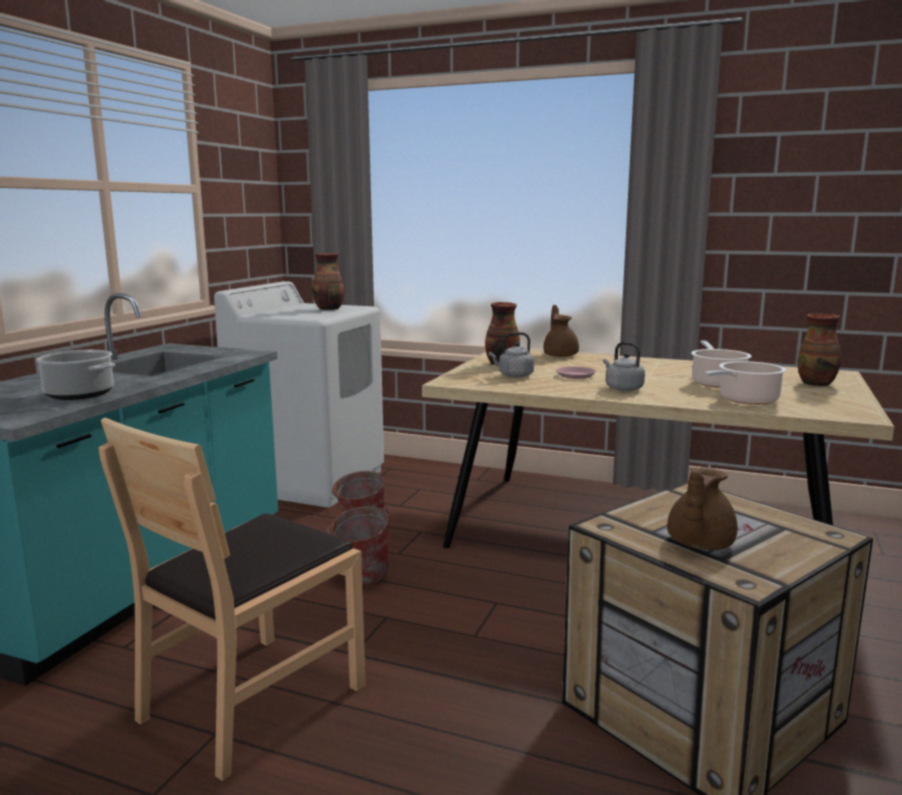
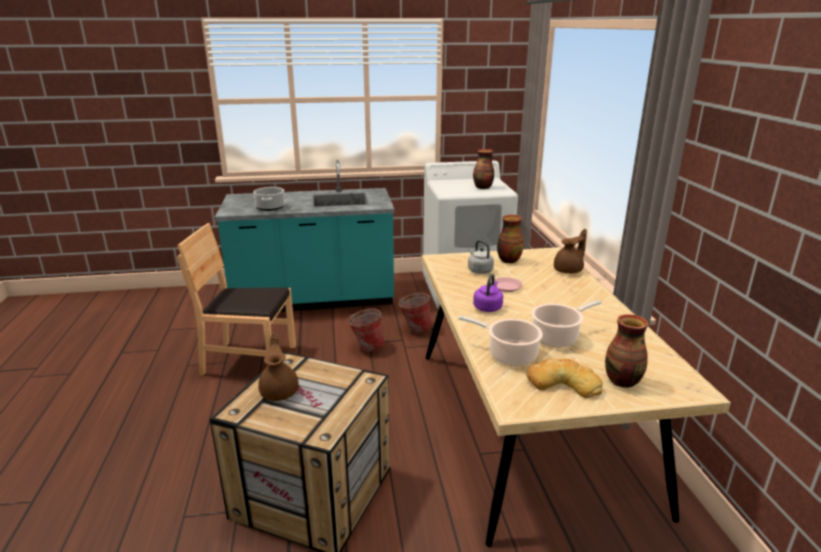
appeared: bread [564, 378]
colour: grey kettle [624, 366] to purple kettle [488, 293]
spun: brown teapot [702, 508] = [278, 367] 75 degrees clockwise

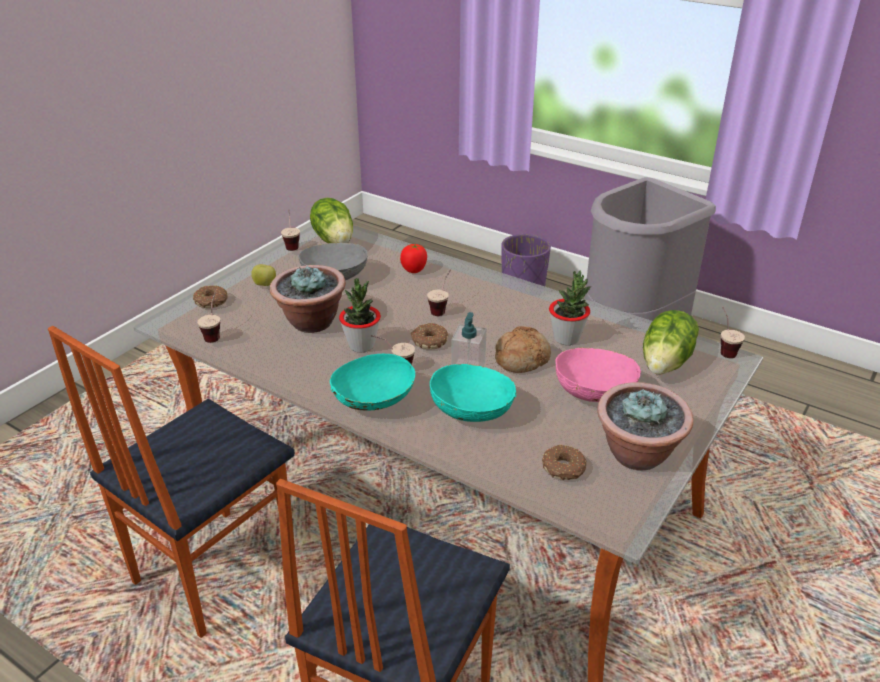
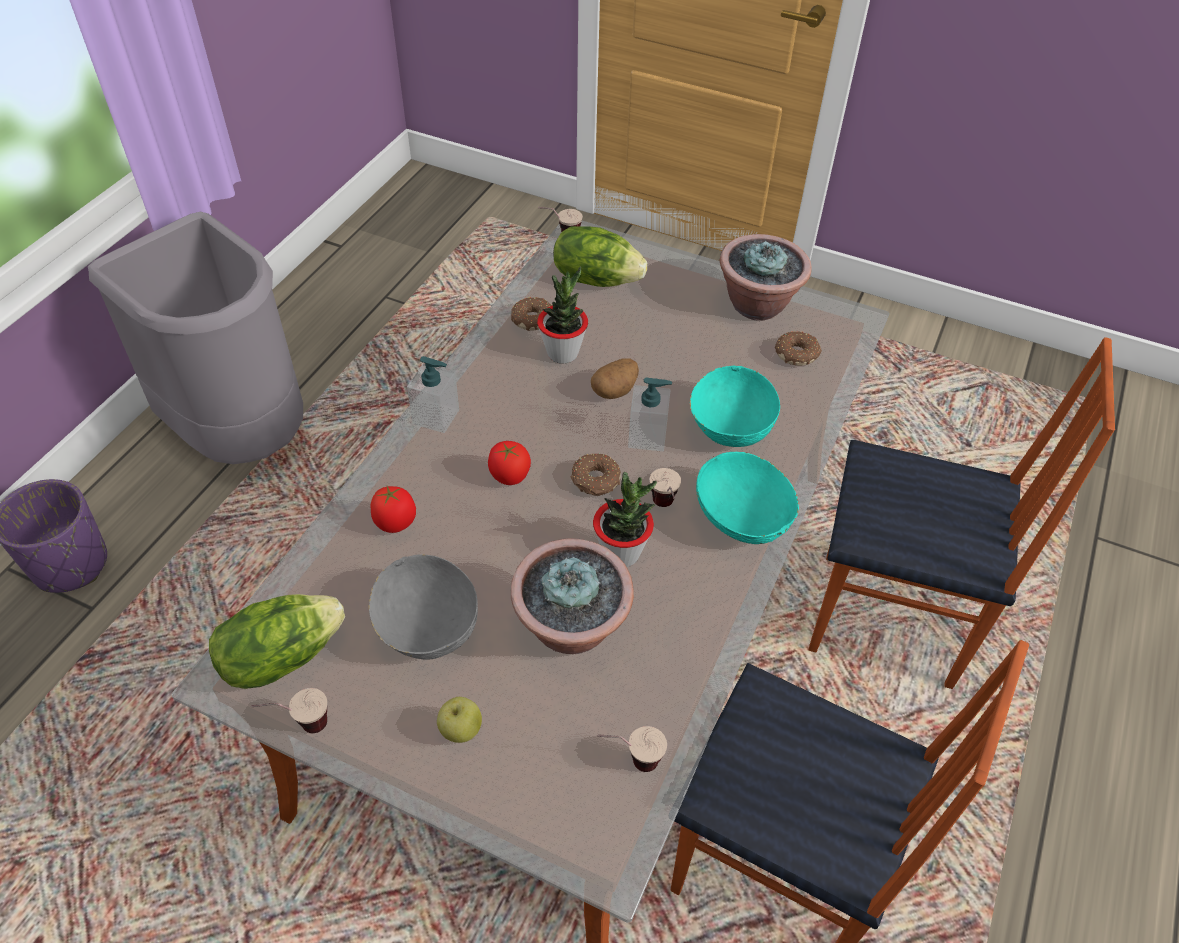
missing: pink bowl [598, 374]
appeared: soap dispenser [433, 394]
relocated: donut [210, 296] to [531, 314]
exchanged: cup [439, 293] to tomato [509, 463]; bread [523, 349] to potato [615, 378]

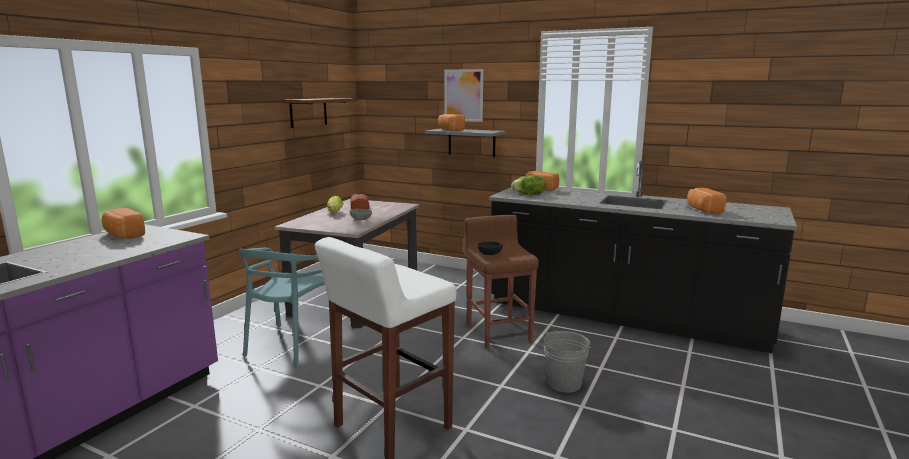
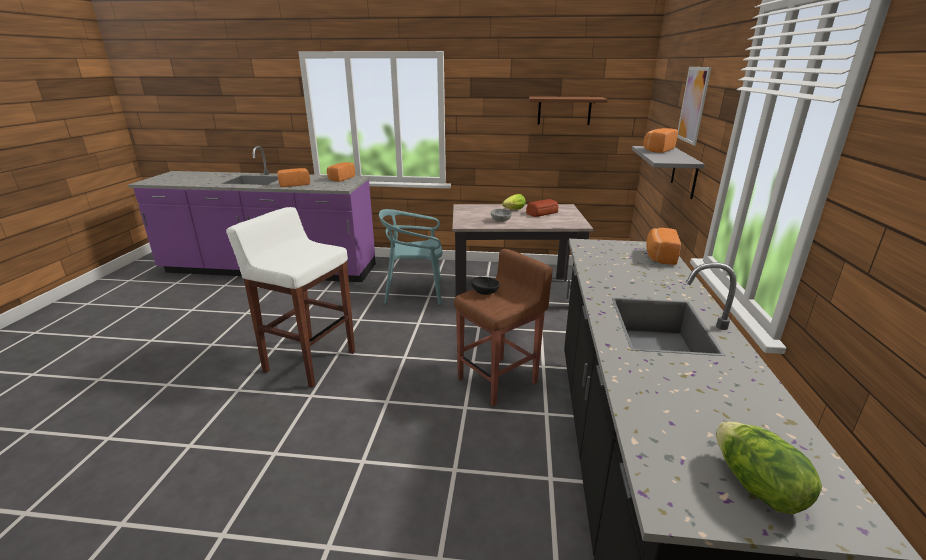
missing: grey bucket [567, 362]
relocated: lettuce [528, 185] to [769, 467]; bread [706, 200] to [293, 177]

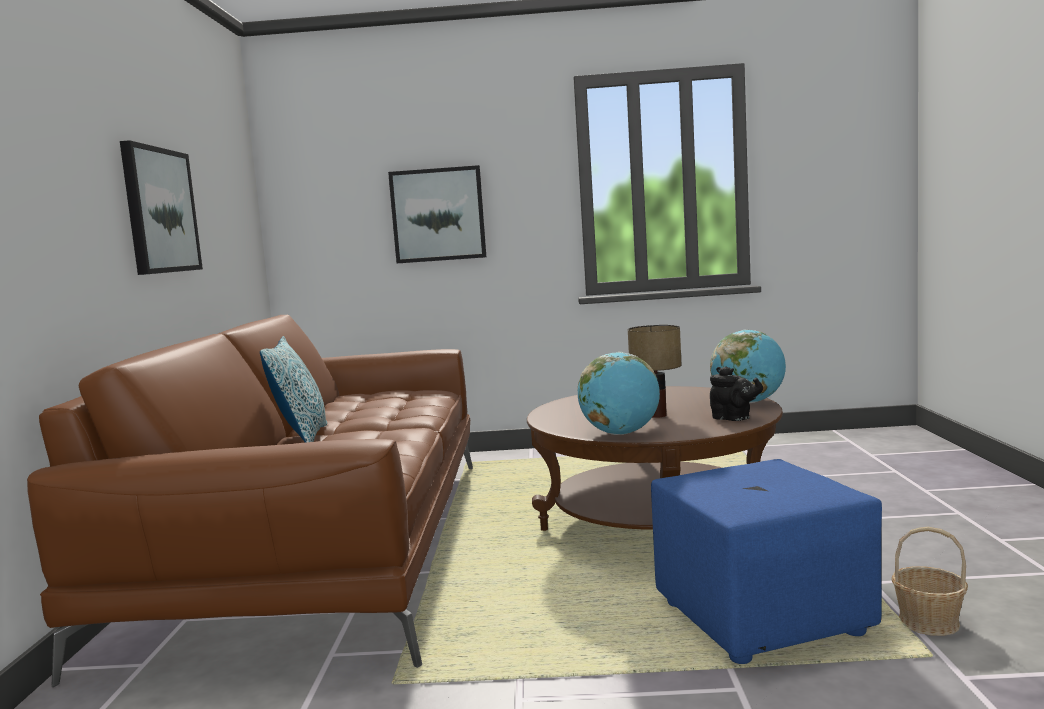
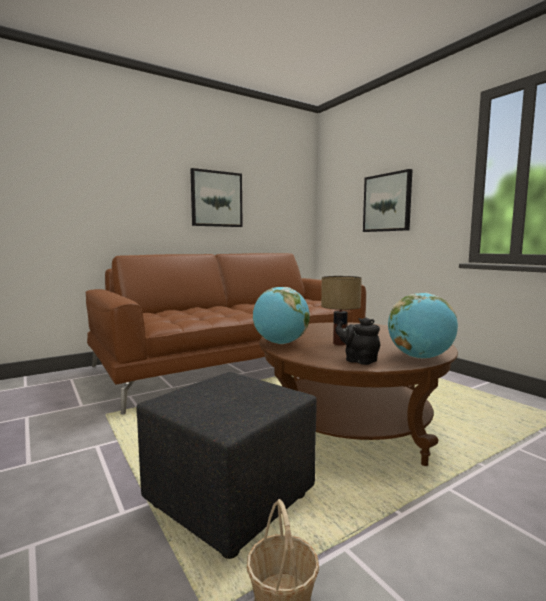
missing: pillow [293, 389]
colour: blue ottoman [766, 561] to black ottoman [226, 465]
spun: black teapot [736, 394] = [357, 341] 120 degrees clockwise

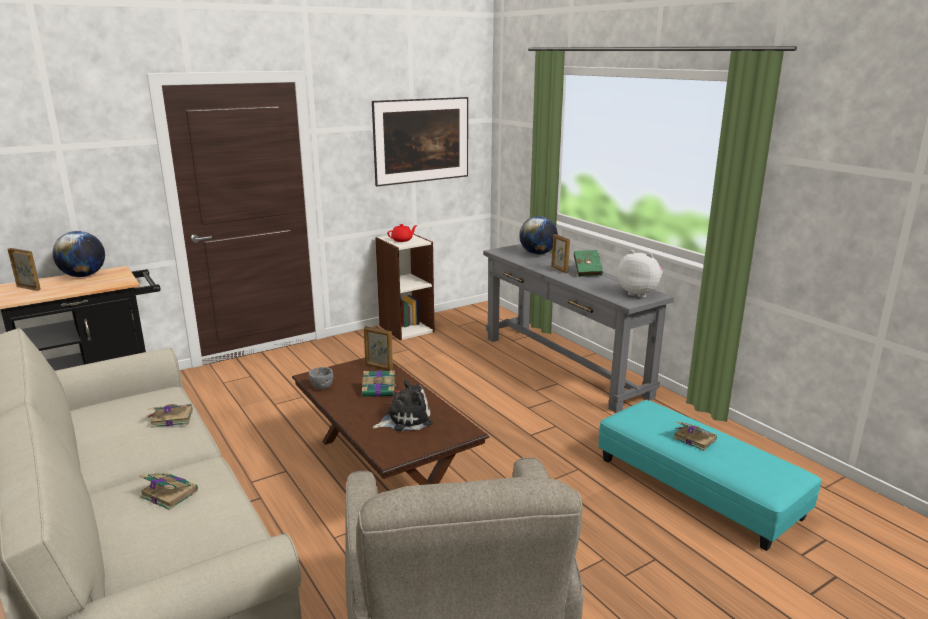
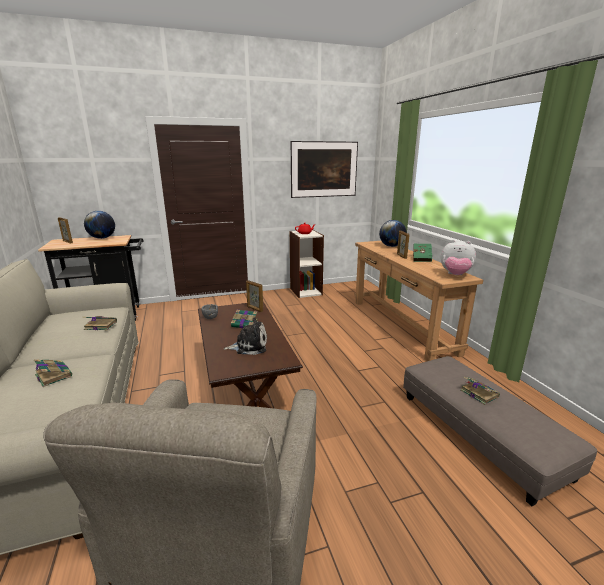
colour: grey console table [578, 328] to brown console table [419, 301]; turquoise ottoman [709, 475] to grey ottoman [500, 431]
spun: plush toy [640, 274] = [458, 257] 150 degrees clockwise

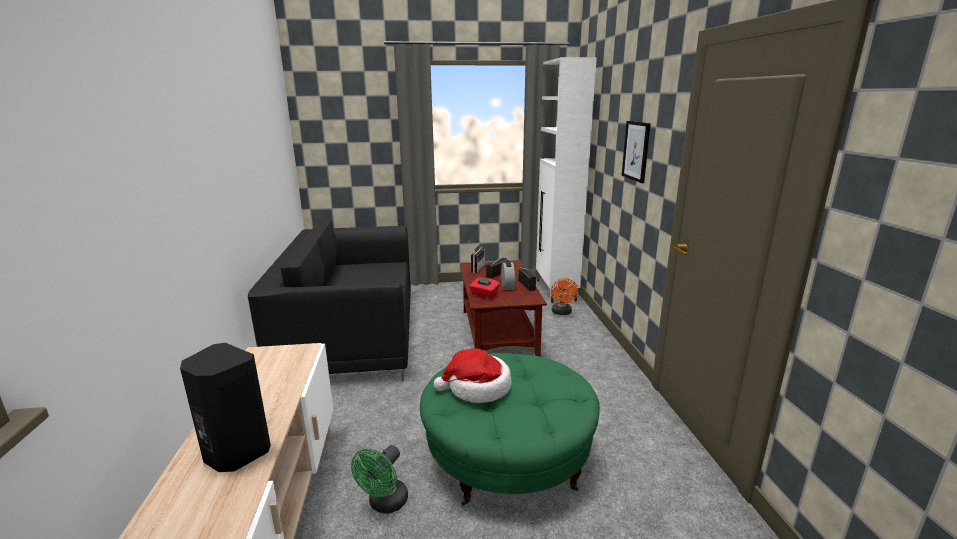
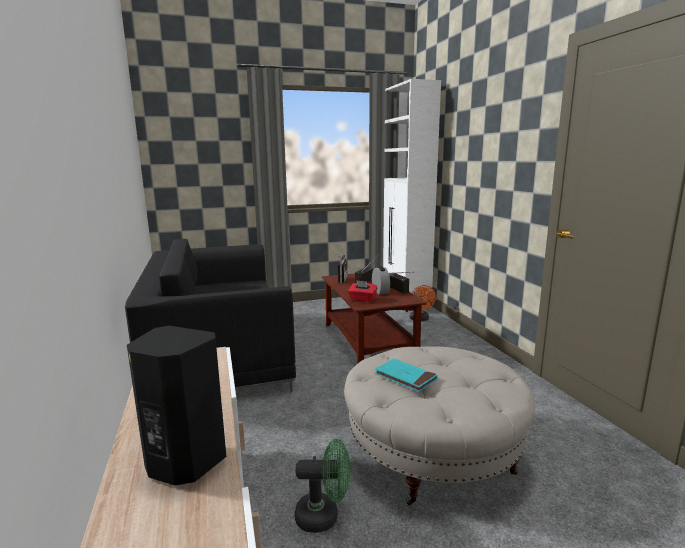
missing: picture [636, 152]
exchanged: hat [473, 375] to turquoise book [406, 375]
colour: green ottoman [510, 429] to beige ottoman [439, 426]
spun: green fan [379, 479] = [322, 486] 105 degrees counterclockwise

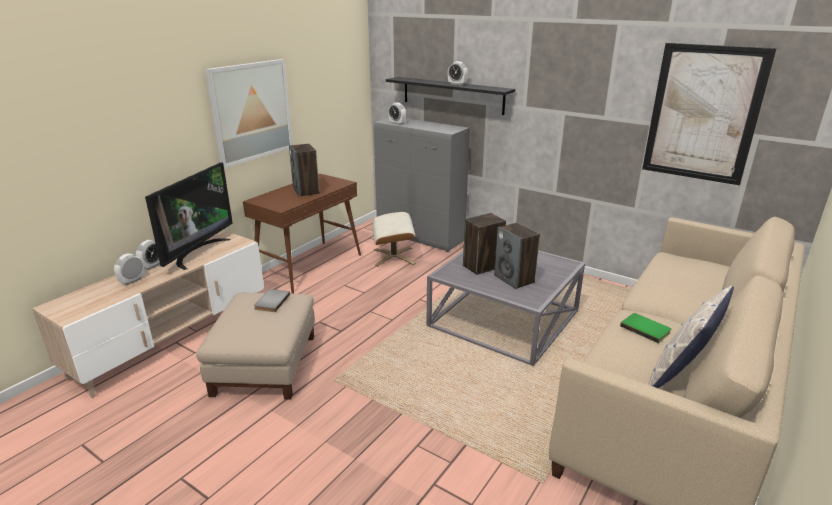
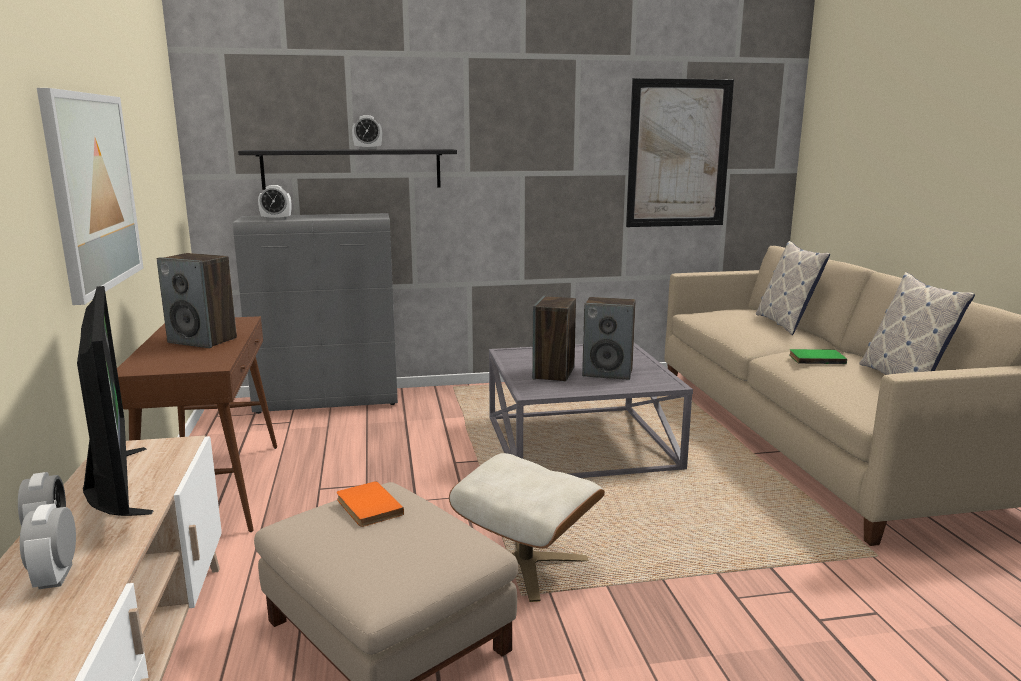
appeared: pillow [793, 288]
relocated: beige ottoman [394, 239] to [527, 527]
colour: grey book [272, 300] to orange book [370, 504]

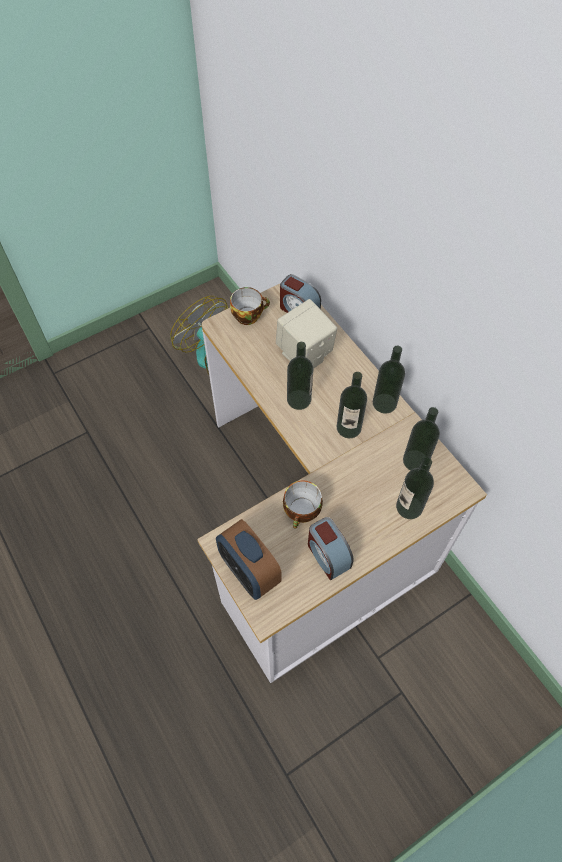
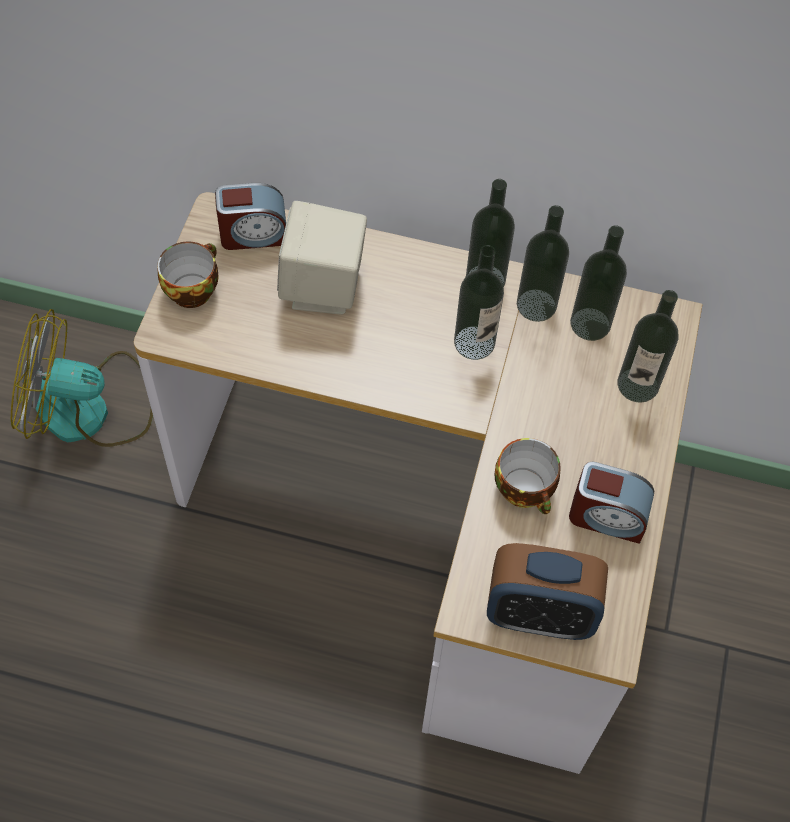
relocated: bottle [300, 376] to [543, 263]

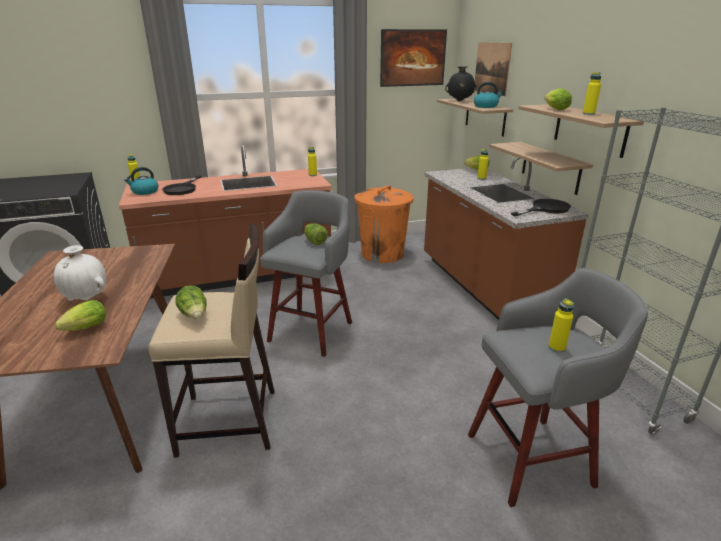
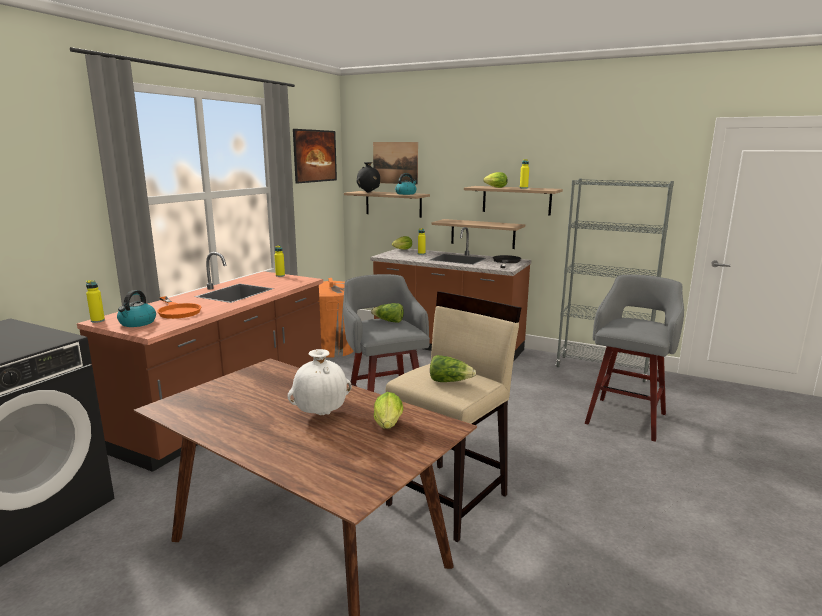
missing: yellow bottle [561, 326]
colour: black frying pan [181, 185] to orange frying pan [179, 307]

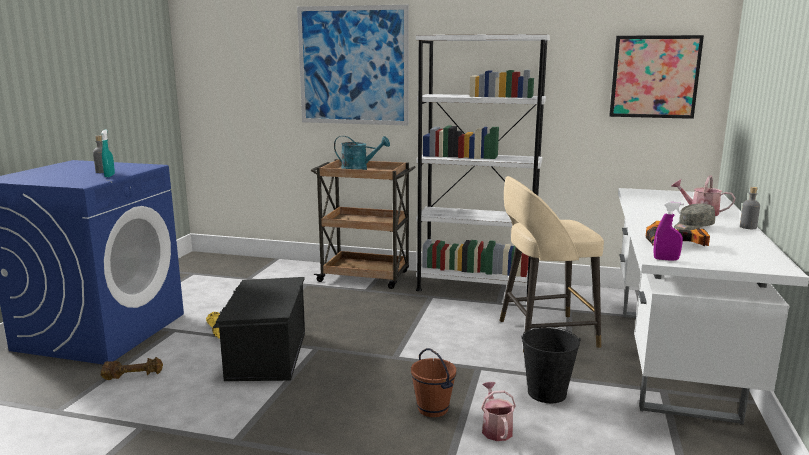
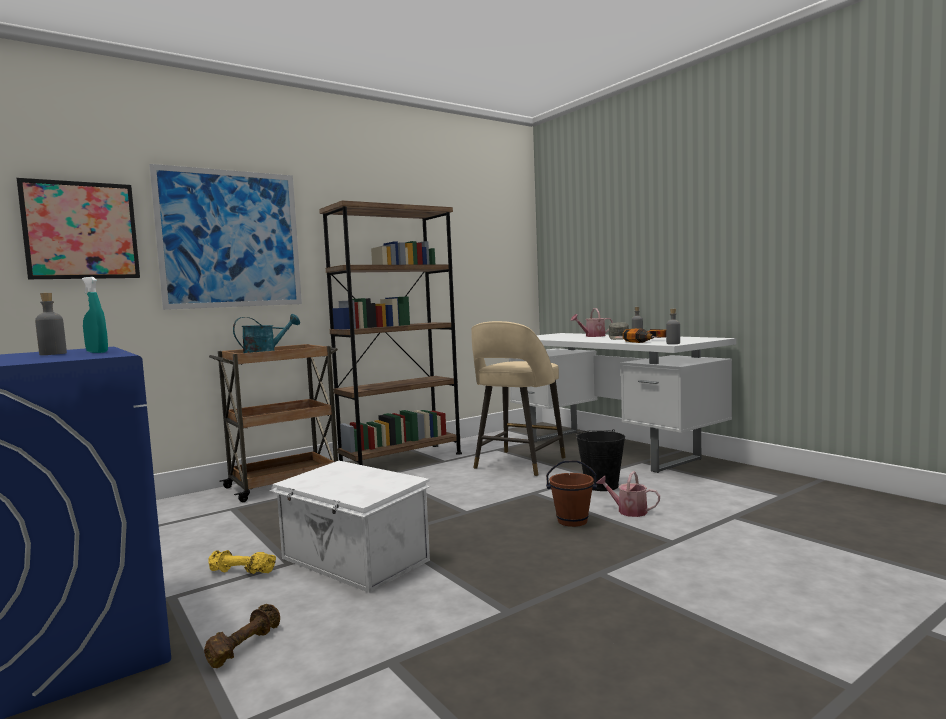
relocated: picture [656, 77] to [78, 228]
exchanged: purple spray bottle [669, 231] to grey bottle [673, 326]
colour: black storage box [259, 329] to white storage box [349, 527]; white bookcase [483, 168] to brown bookcase [390, 332]

